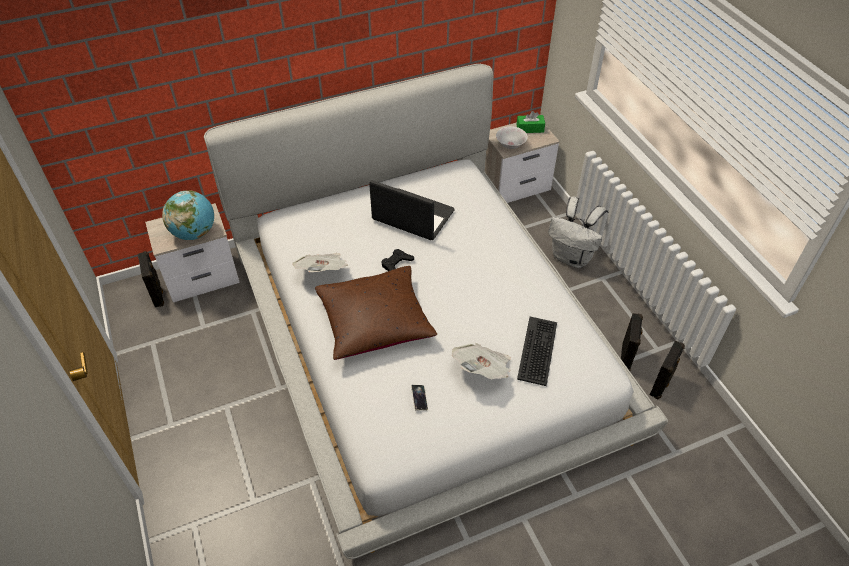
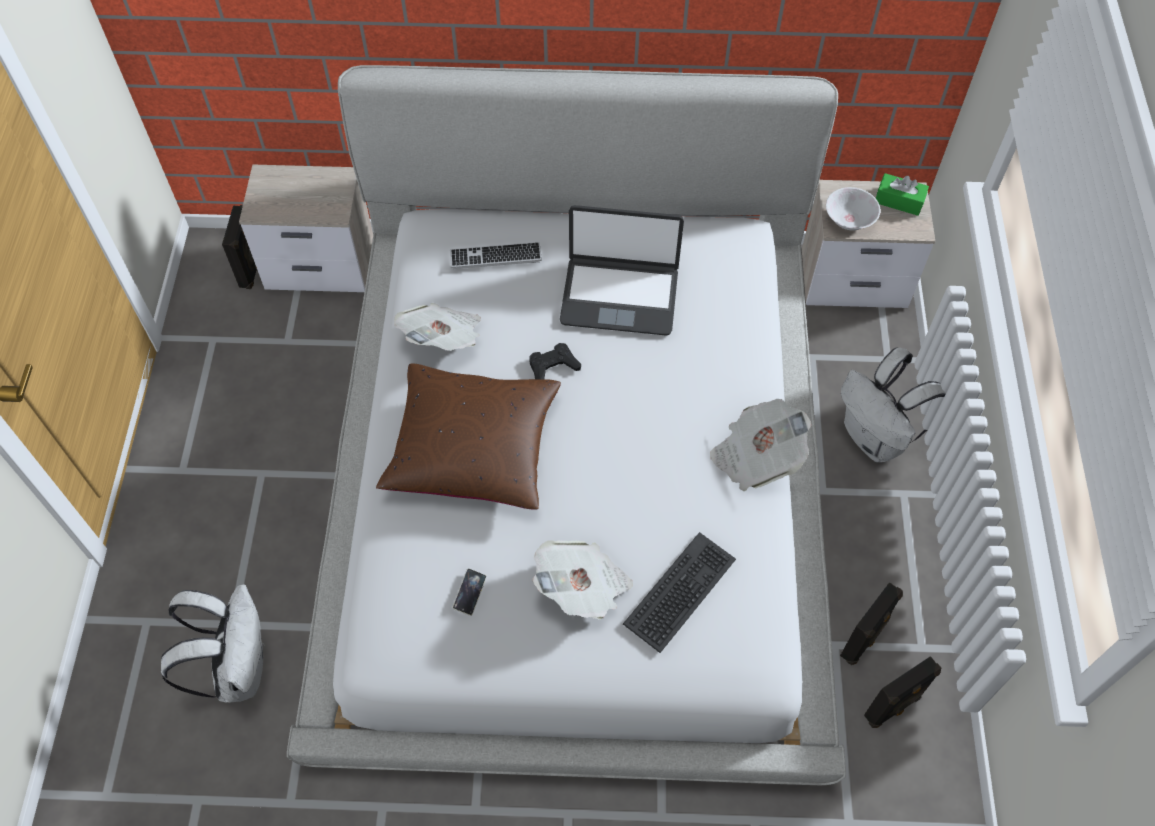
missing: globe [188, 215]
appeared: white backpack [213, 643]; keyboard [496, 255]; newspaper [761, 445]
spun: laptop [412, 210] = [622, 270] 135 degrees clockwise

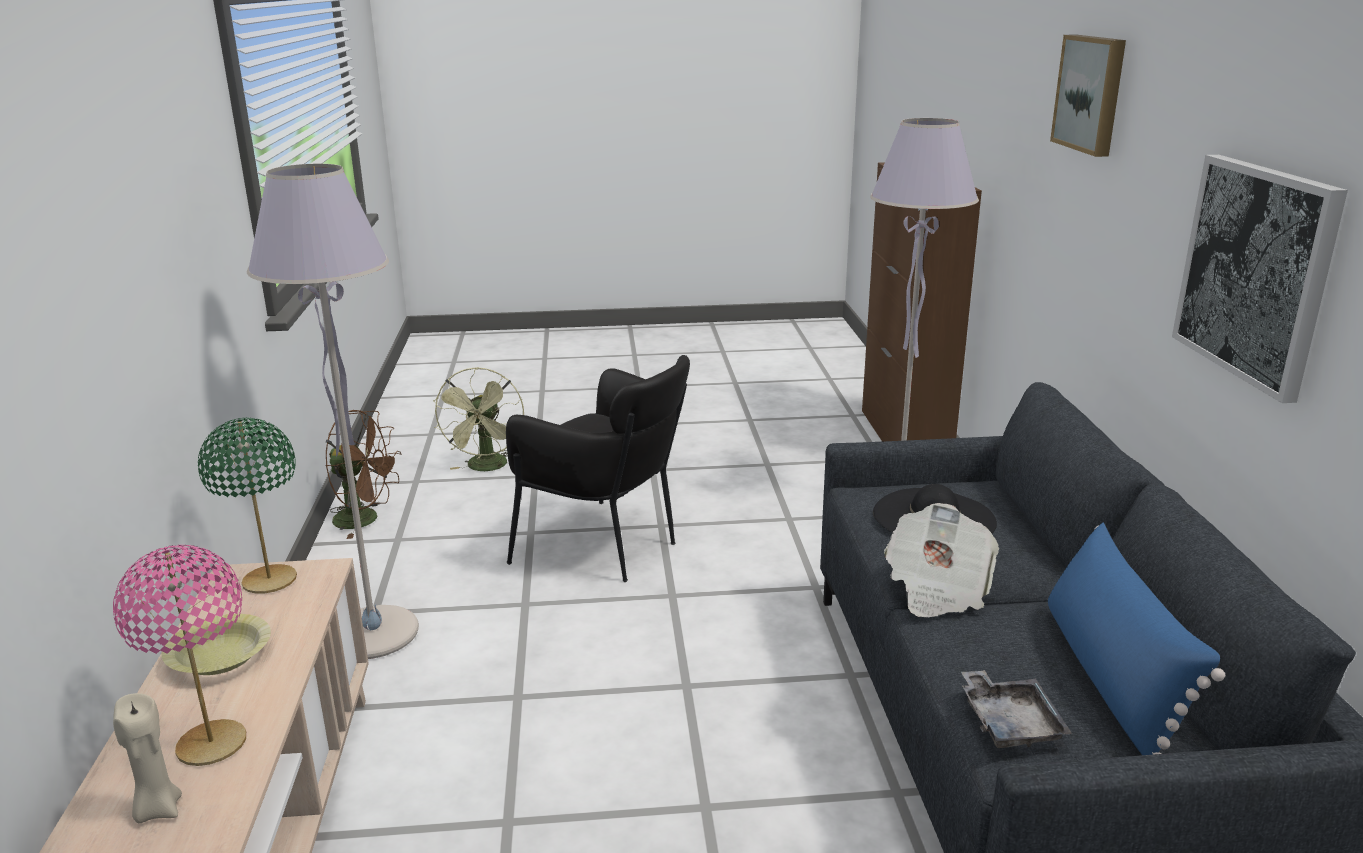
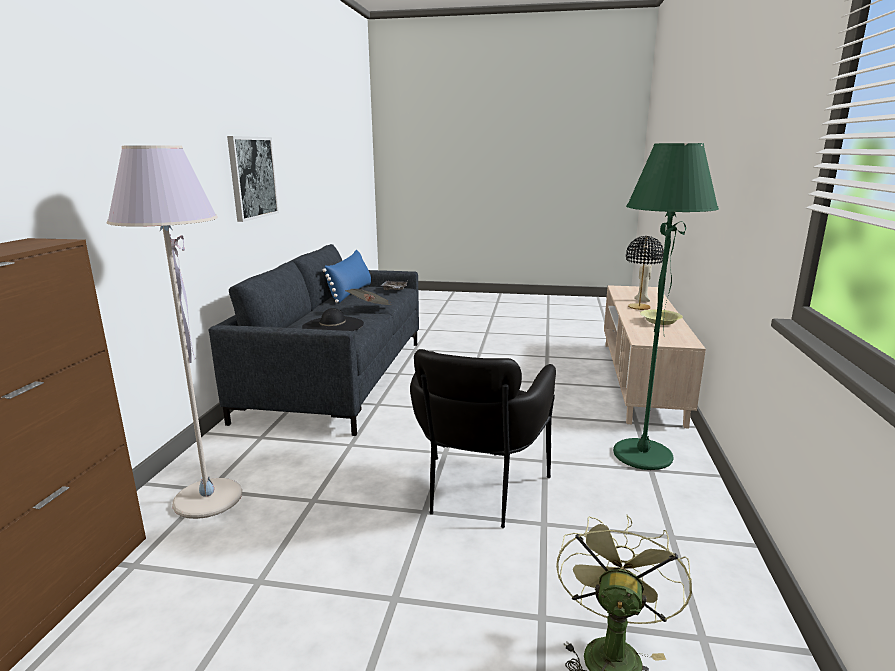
missing: green table lamp [247, 506]; brown fan [363, 474]; picture [1088, 96]
colour: pink table lamp [179, 655] to black table lamp [645, 273]; grey floor lamp [333, 411] to green floor lamp [666, 306]
spun: black armchair [598, 468] = [483, 438] 120 degrees counterclockwise

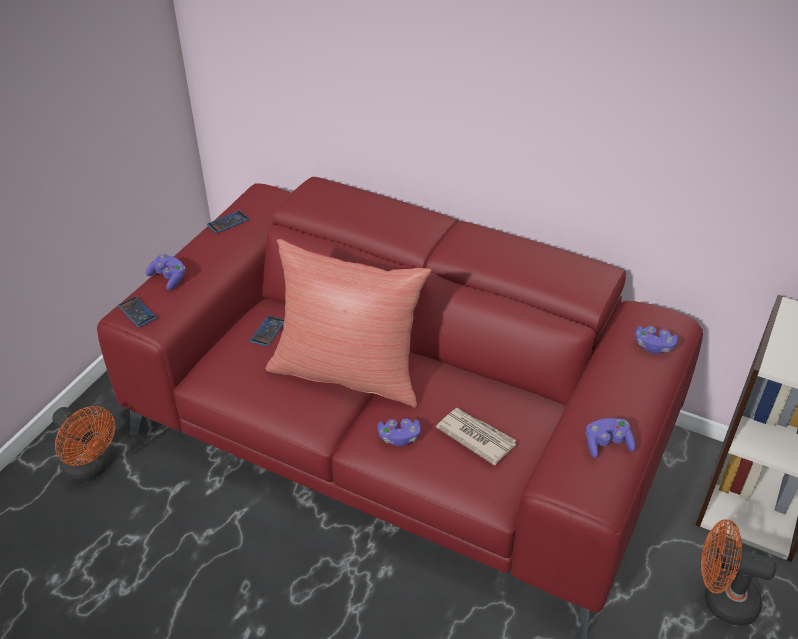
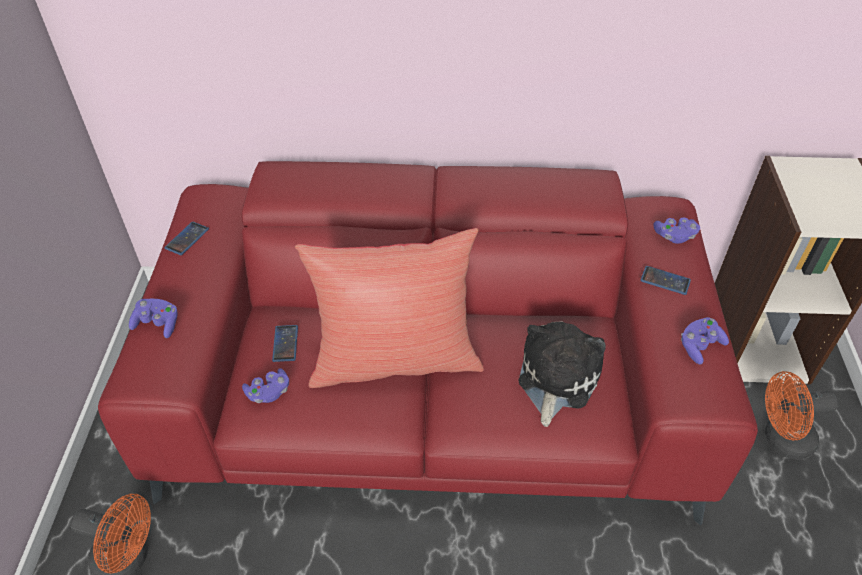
relocated: phone [137, 311] to [665, 280]; purple game controller [399, 432] to [265, 385]
exchanged: newspaper [476, 437] to plush toy [562, 374]

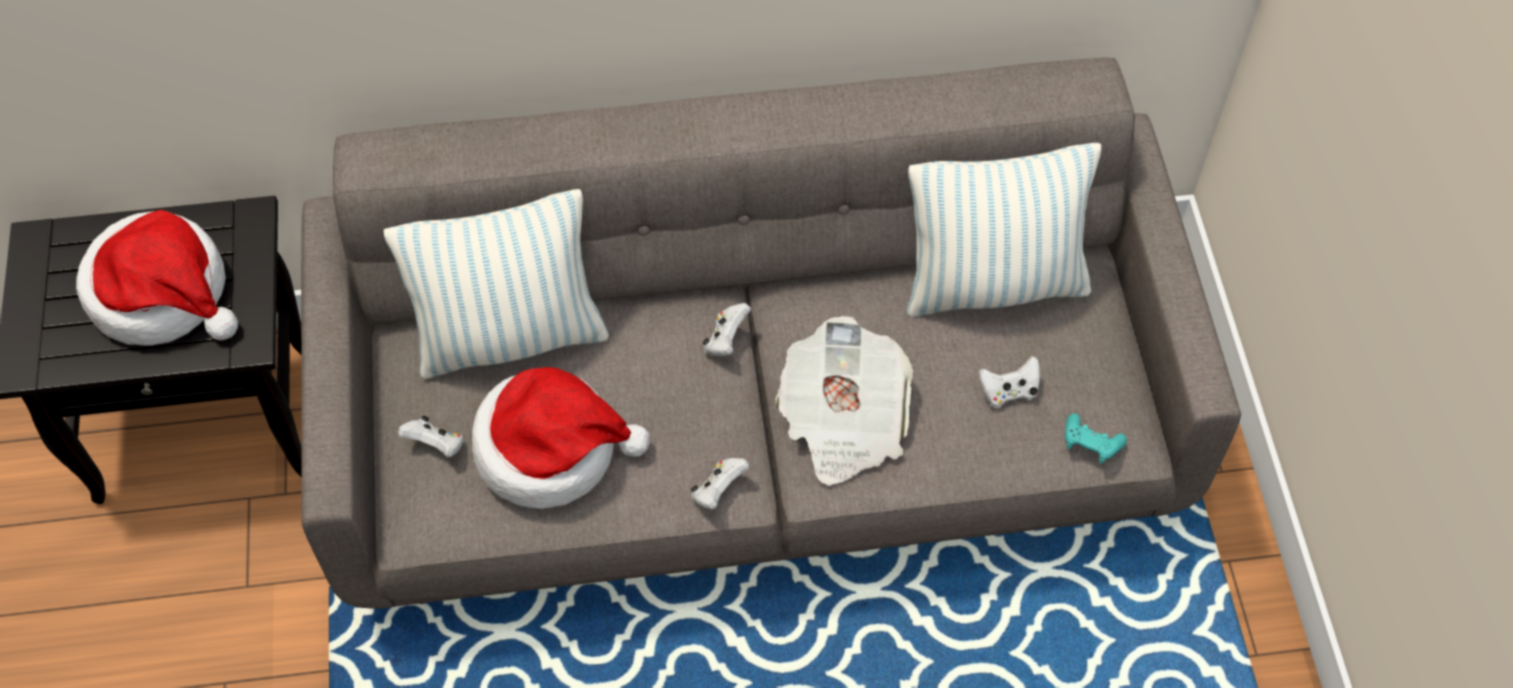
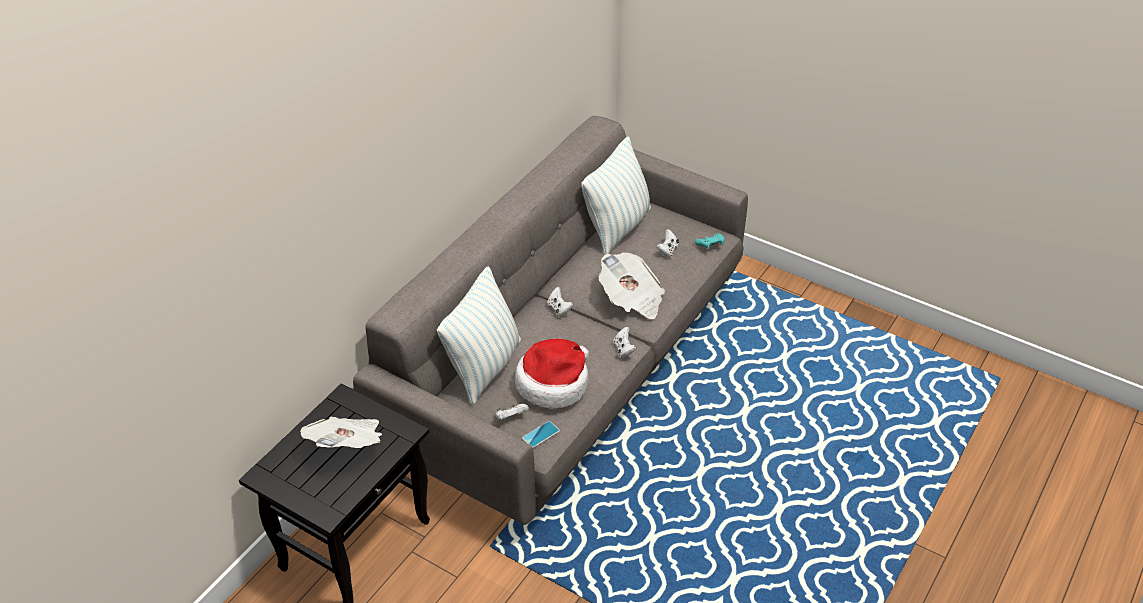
appeared: phone [541, 434]
exchanged: hat [157, 278] to newspaper [341, 432]

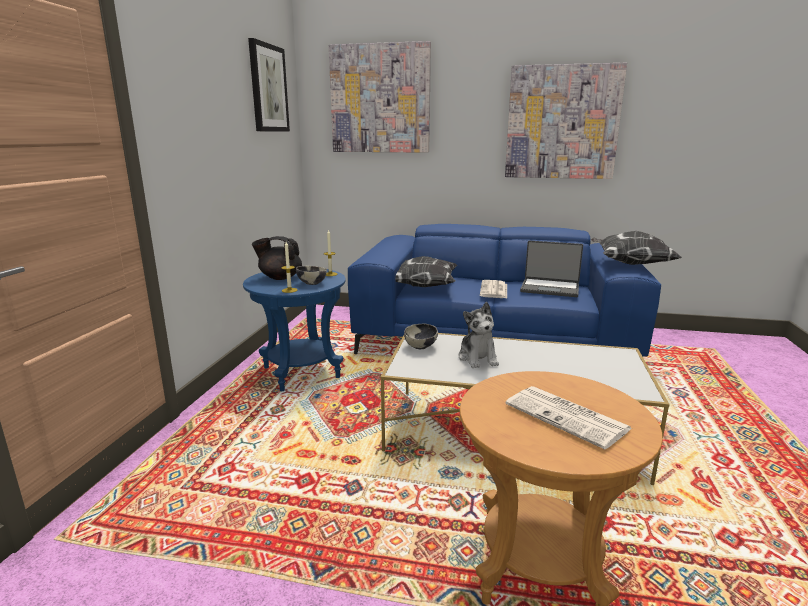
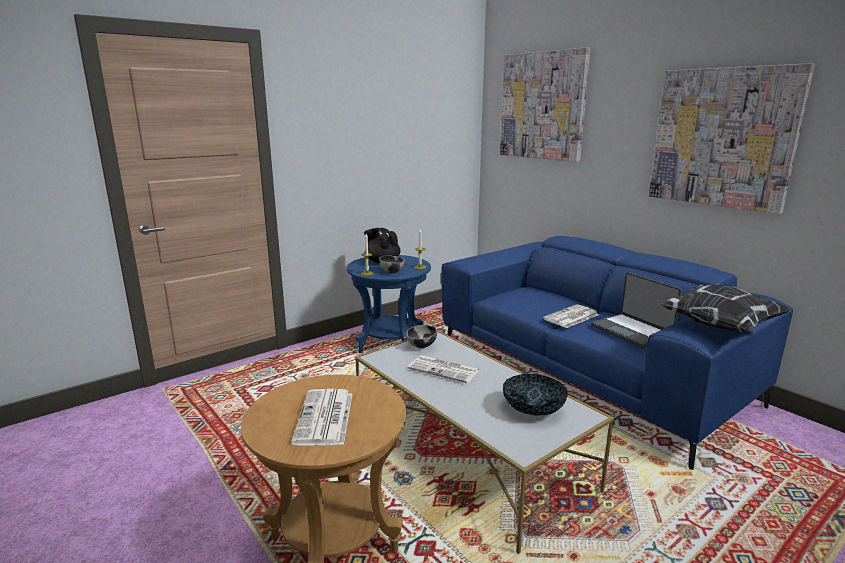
missing: picture [269, 85]; pillow [426, 271]
appeared: bowl [535, 394]
exchanged: plush toy [478, 335] to newspaper [444, 369]

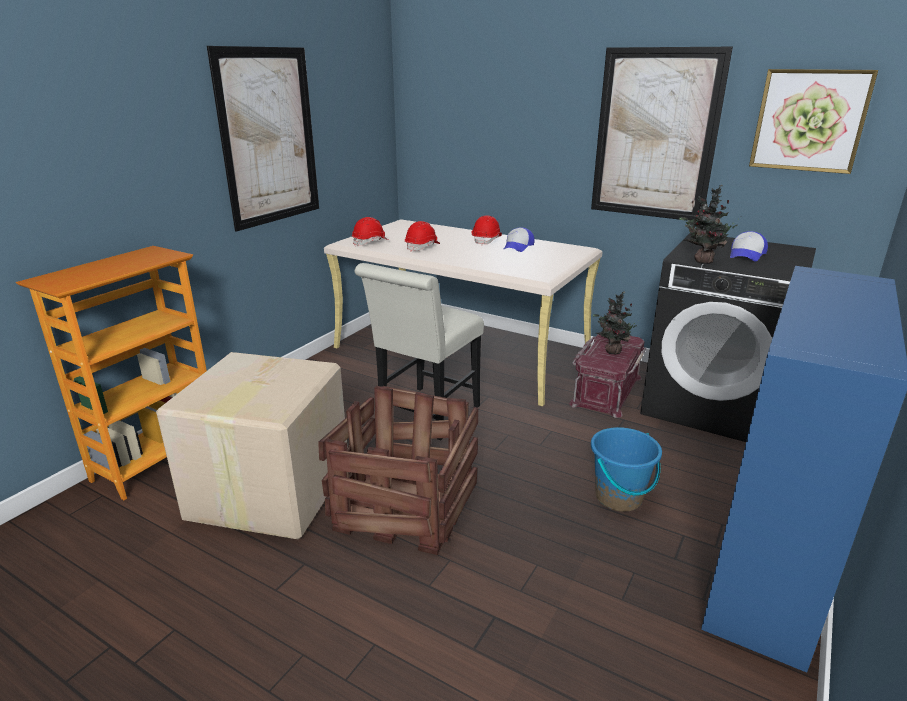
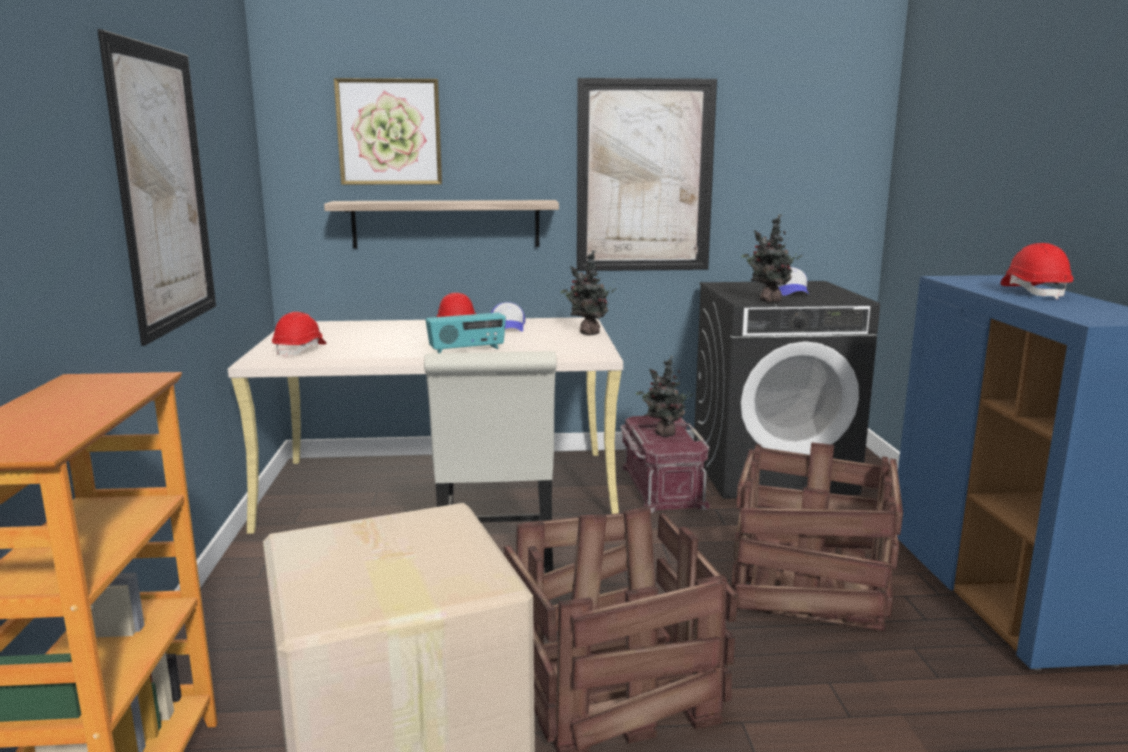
appeared: shelf [441, 224]; radio [466, 333]; potted plant [588, 292]
relocated: red hard hat [422, 236] to [1037, 271]; picture [813, 121] to [388, 131]
exchanged: blue bucket [626, 469] to crate [817, 536]

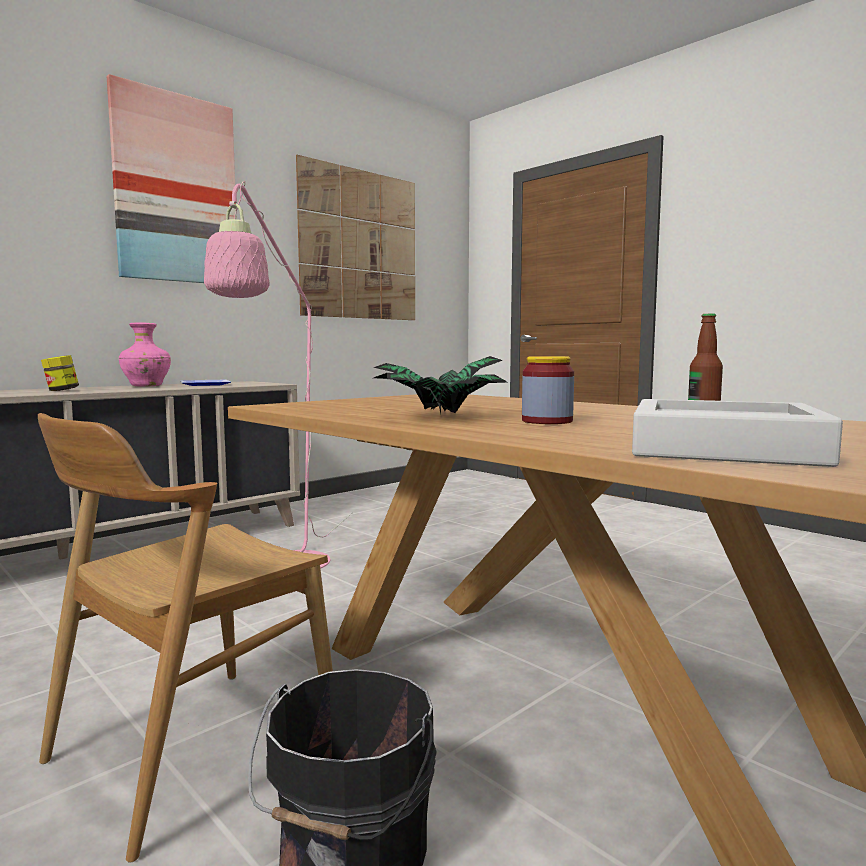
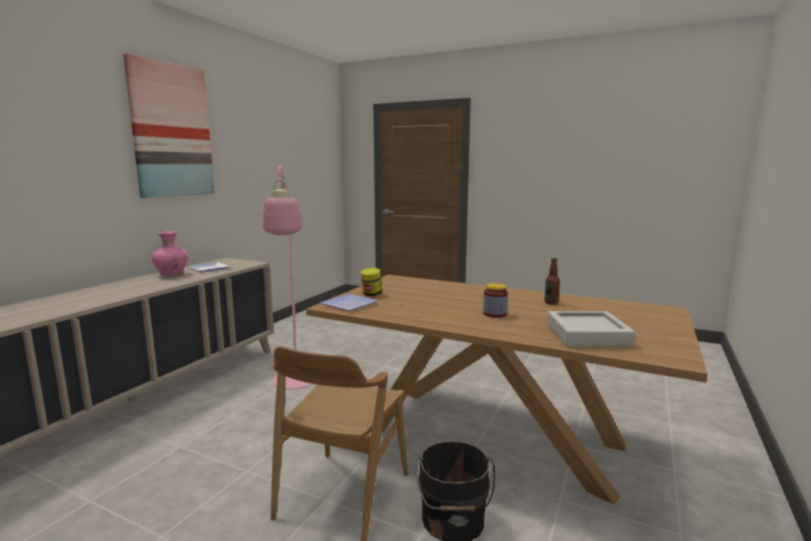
missing: picture [355, 237]; potted plant [441, 384]
appeared: plate [349, 302]
relocated: jar [60, 373] to [371, 282]

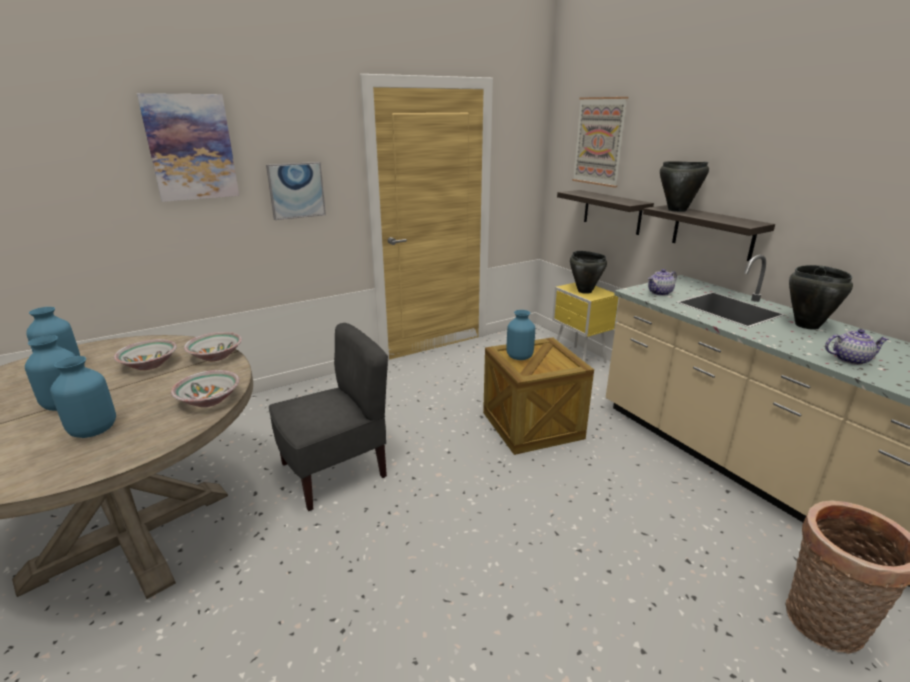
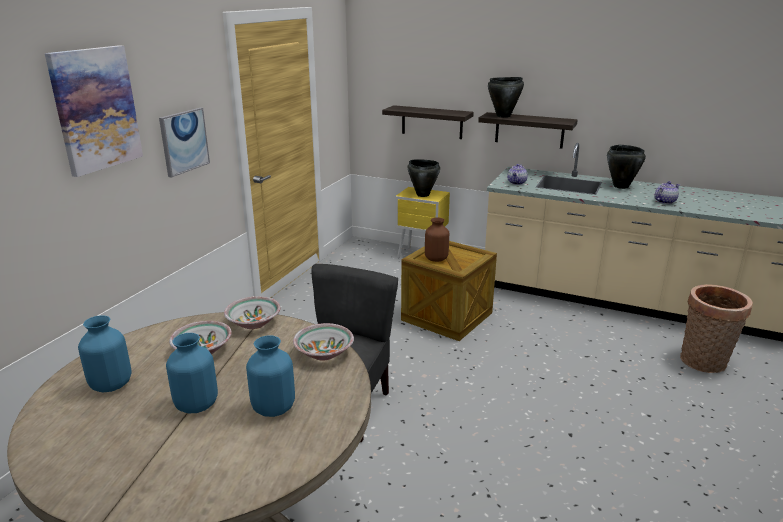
missing: picture [600, 142]
colour: blue vase [520, 335] to brown vase [437, 239]

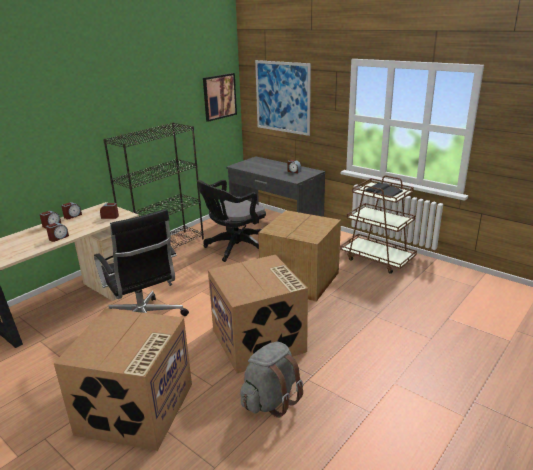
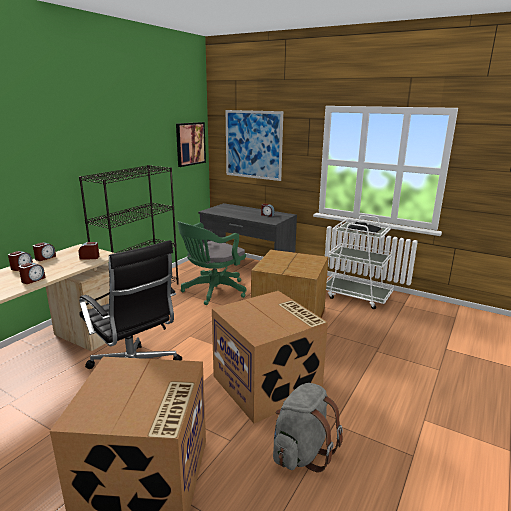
colour: black office chair [231, 221] to green office chair [211, 263]; brown cart [378, 224] to white cart [360, 262]

